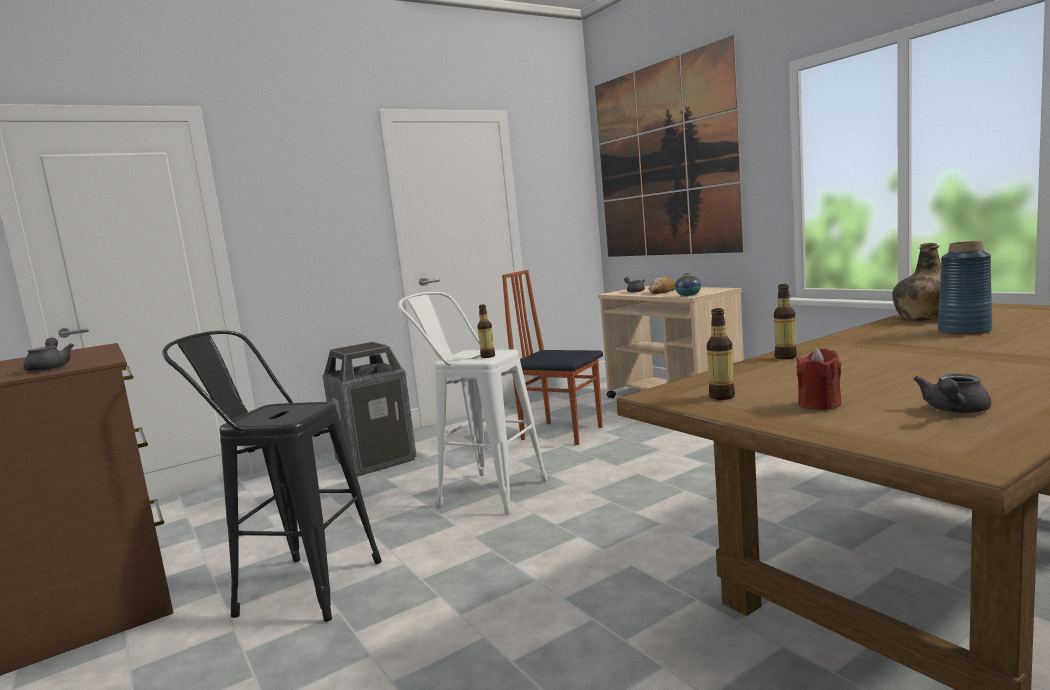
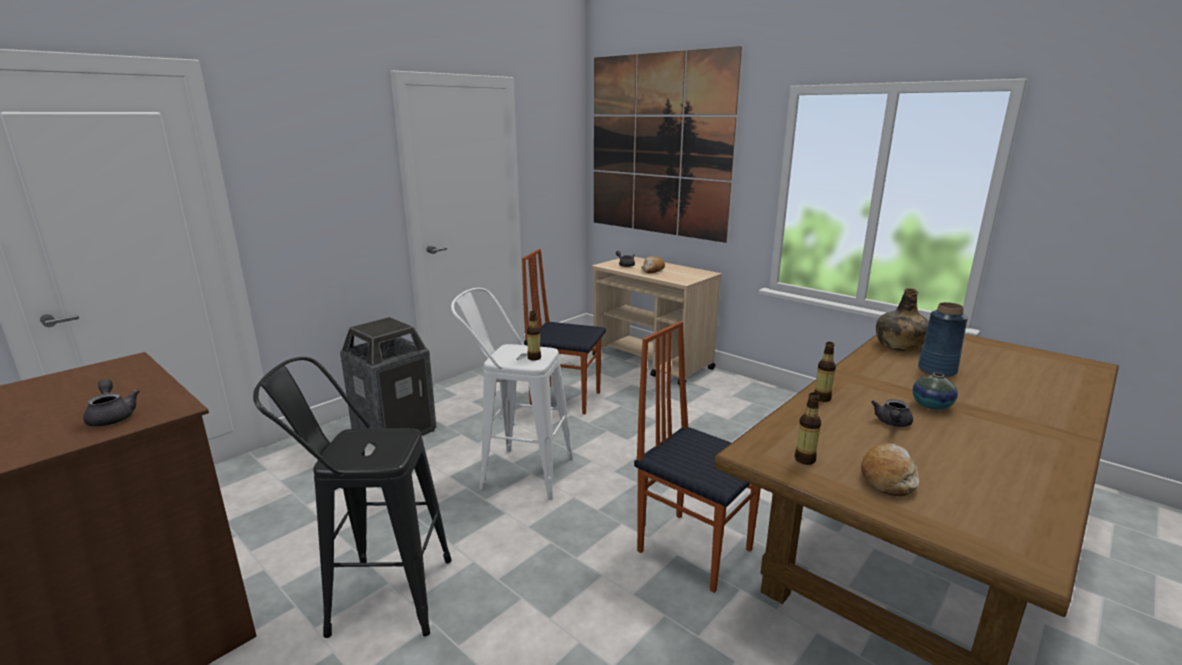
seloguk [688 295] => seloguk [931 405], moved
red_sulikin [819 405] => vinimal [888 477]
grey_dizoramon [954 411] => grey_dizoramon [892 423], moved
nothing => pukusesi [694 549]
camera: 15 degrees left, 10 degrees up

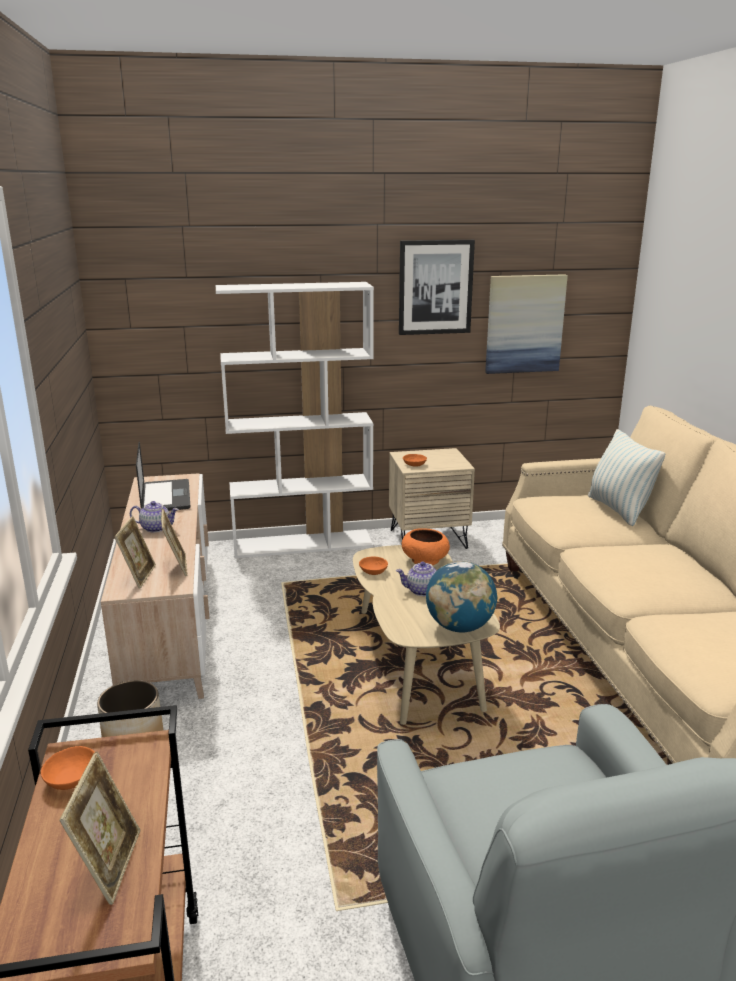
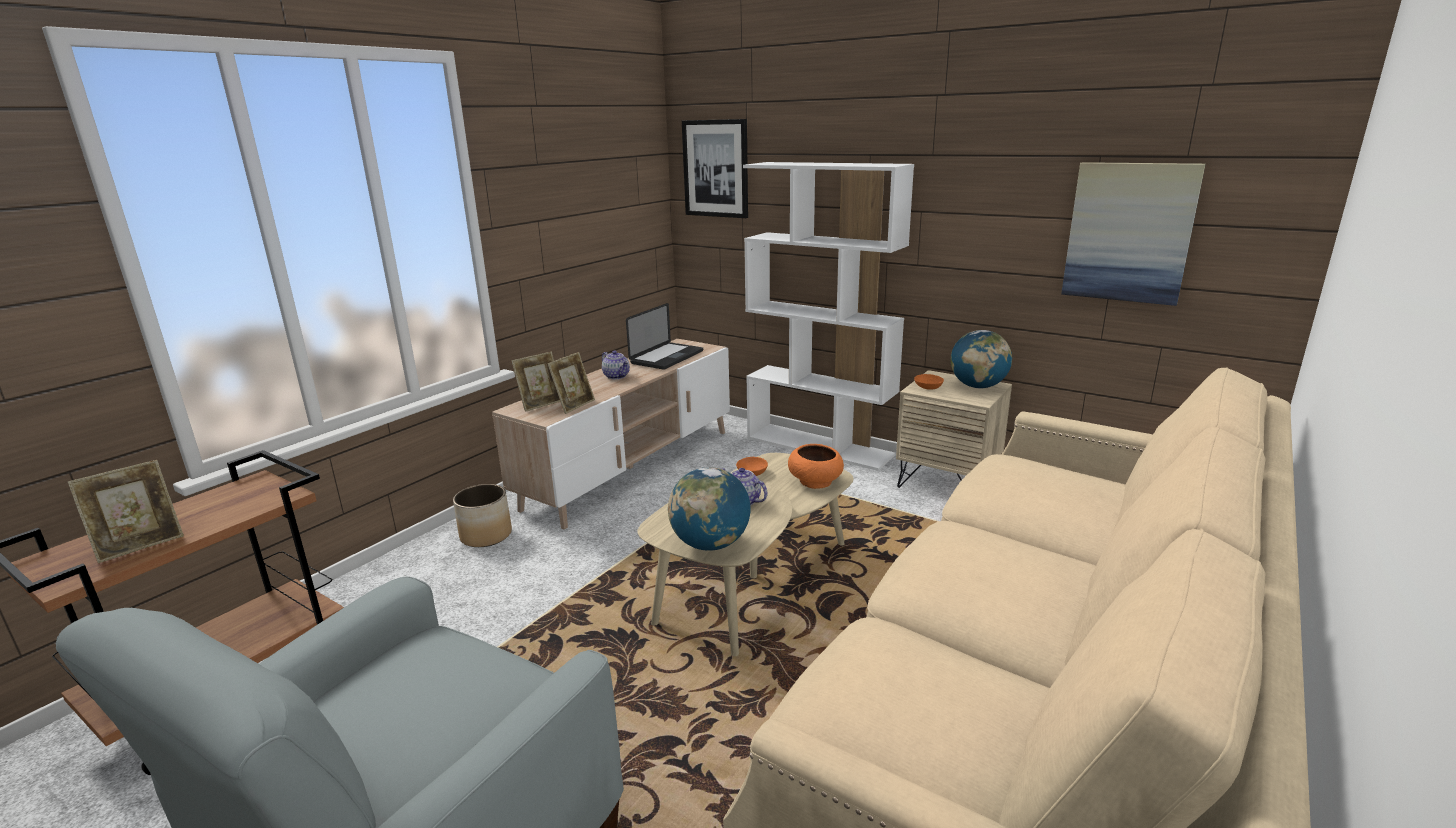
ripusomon [435 287] => ripusomon [716 168], moved
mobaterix [618 509] => nothing
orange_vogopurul [70 777] => nothing
nothing => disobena [978 386]
camera: 45 degrees right, 0 degrees up

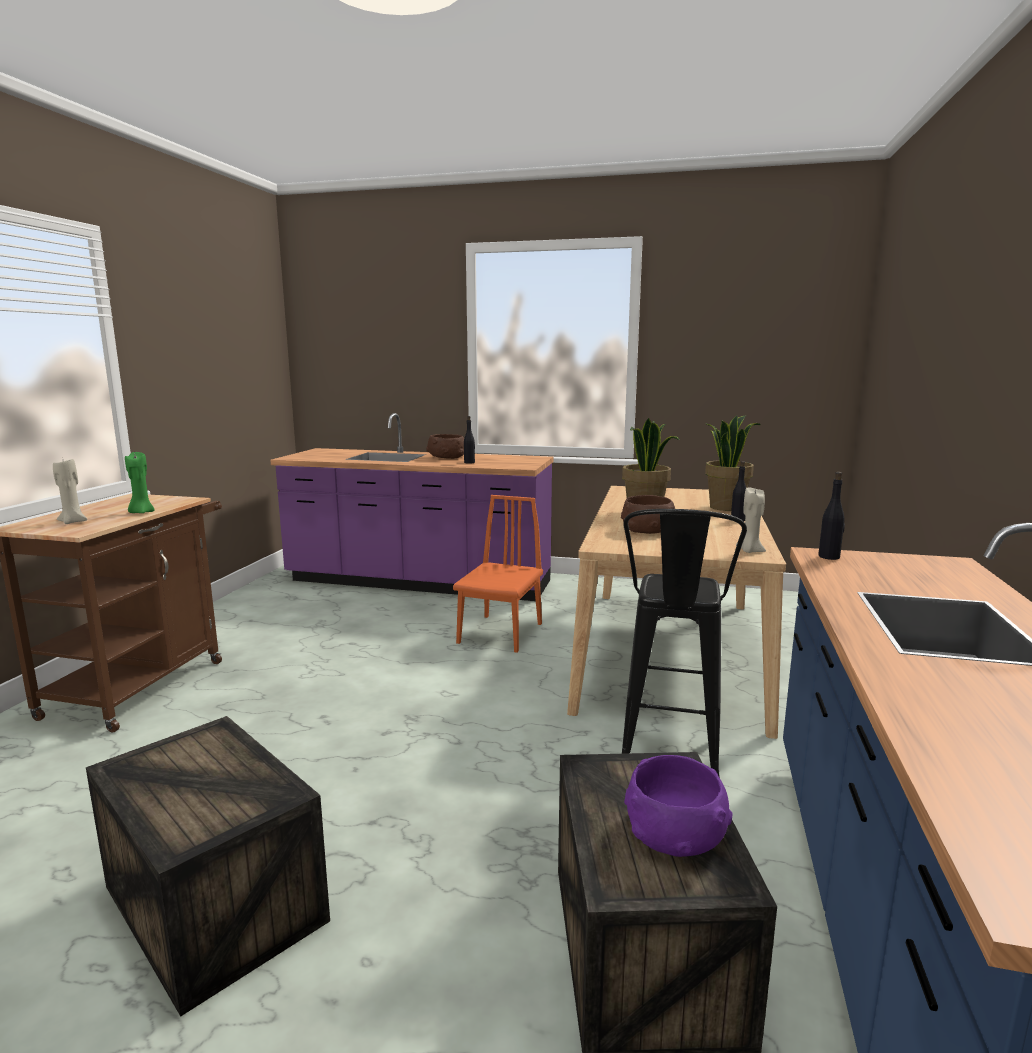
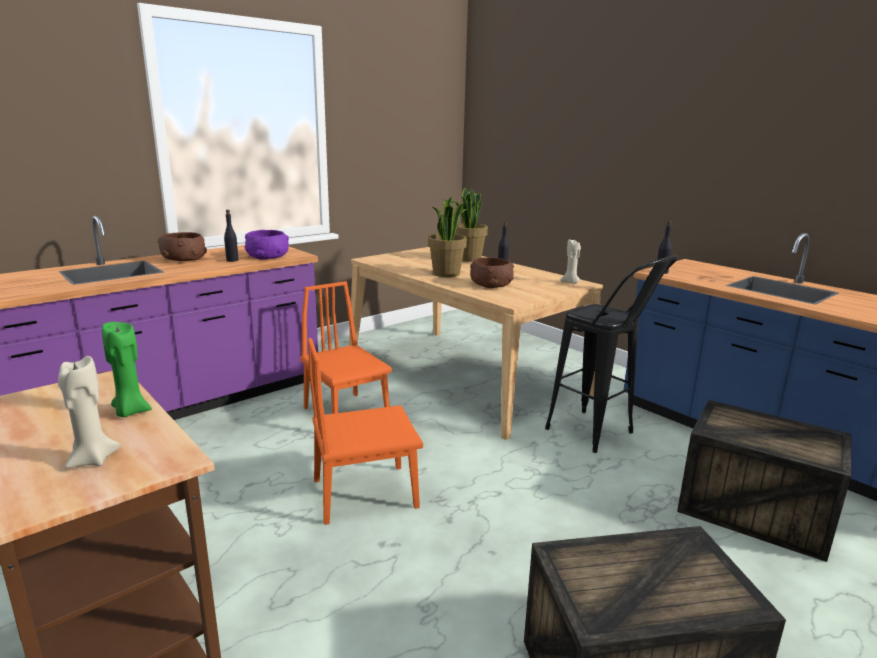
purple_vogopurul [676 832] => purple_vogopurul [268 256], moved
nothing => orange_pukusesi [365 493]
camera: 55 degrees left, 5 degrees up

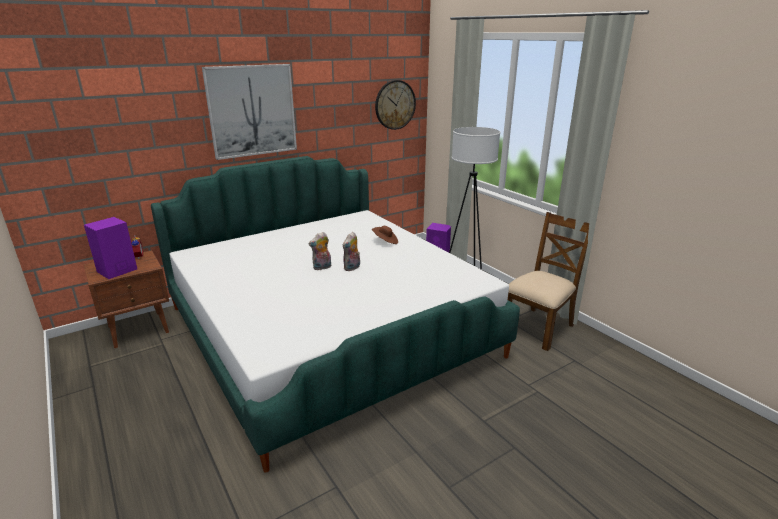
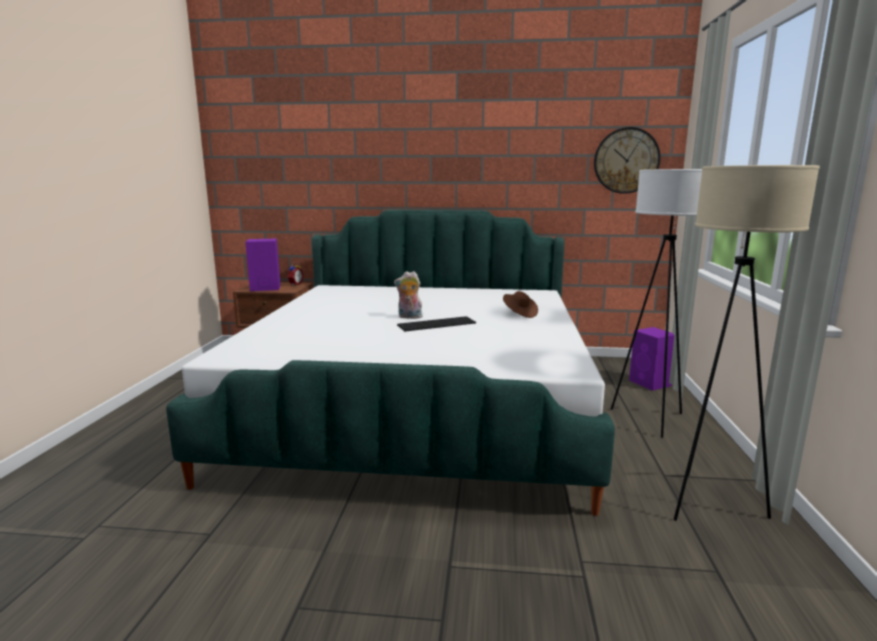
ripusomon [252 111] => nothing
brown_pukusesi [539 327] => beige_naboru [708 503]
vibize [352 268] => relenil [437 324]
camera: 40 degrees right, 10 degrees down

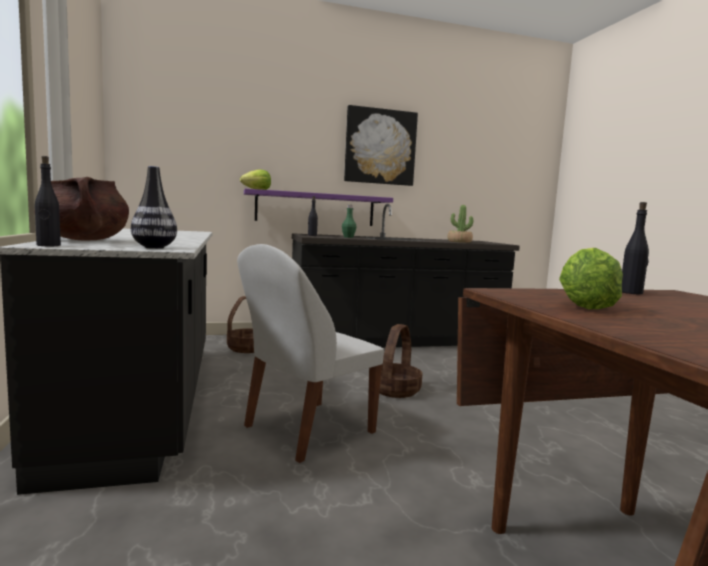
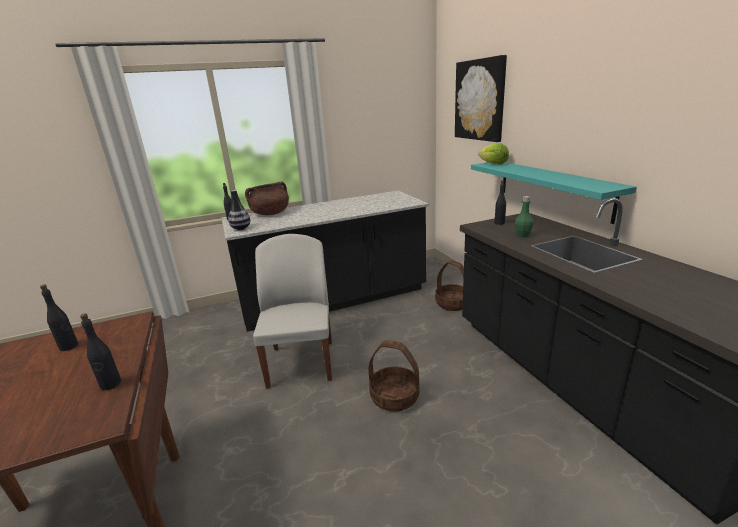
ripusomon [380 147] => ripusomon [480 100], moved
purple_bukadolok [315 208] => turquoise_bukadolok [552 188]
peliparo [459 241] => nothing
white_pukusesi [306 430] => white_pukusesi [302 362], 45 degrees clockwise
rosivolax [585 306] => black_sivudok [69 346]
camera: 85 degrees right, 15 degrees up

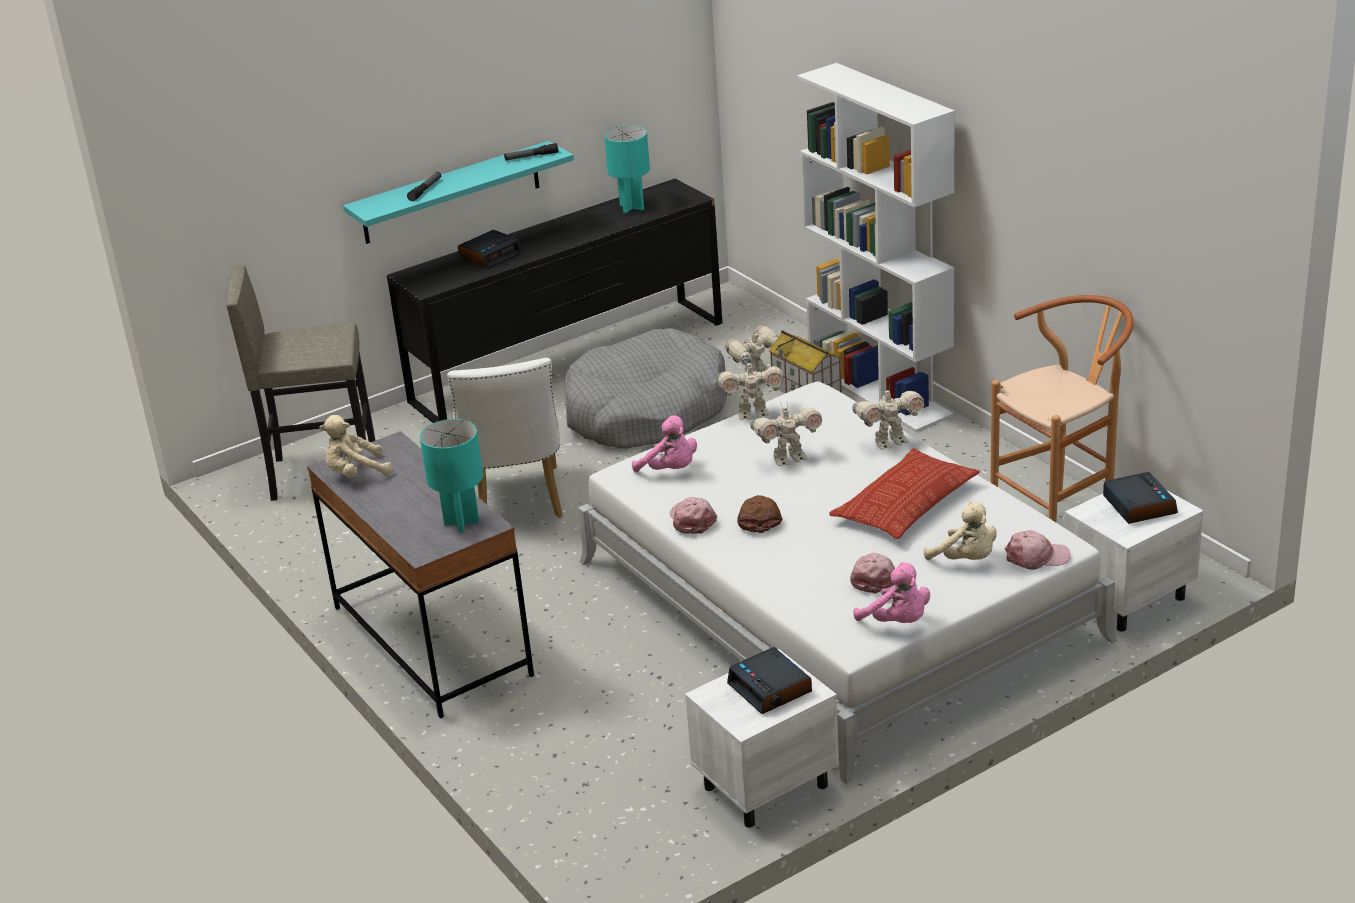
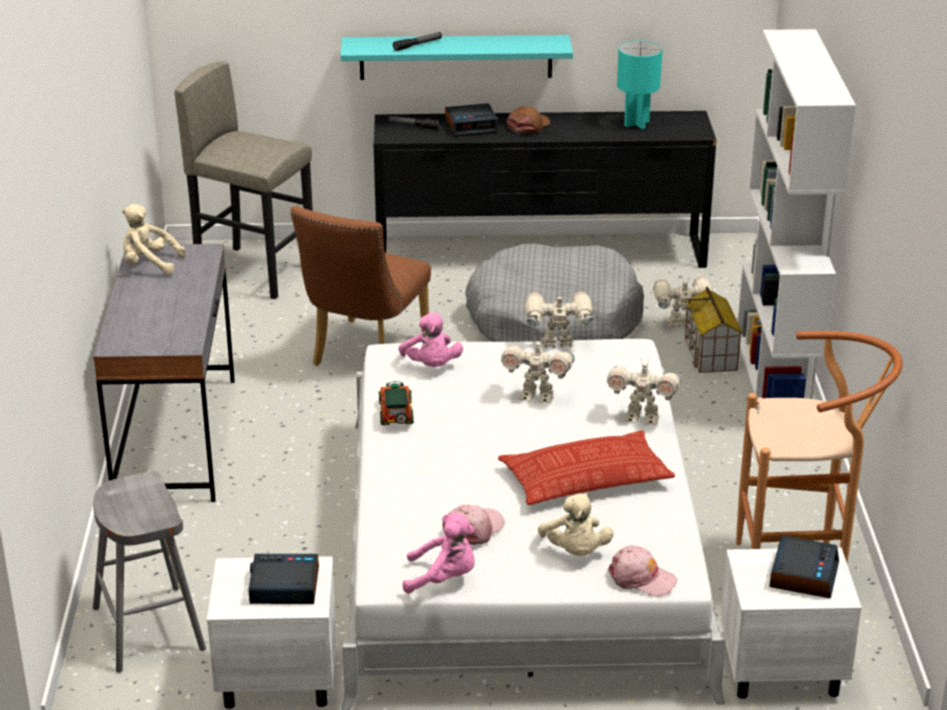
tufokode [531 156] => tufokode [413 126], moved
white_pukusesi [516 503] => brown_pukusesi [364 355]
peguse [752 413] => peguse [557 345], 150 degrees clockwise
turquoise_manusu [462 522] => nothing
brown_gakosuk [759 518] => brown_gakosuk [529 126], moved
pink_gakosuk [692 519] => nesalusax [396 415]
pink_vibize [897 622] => pink_vibize [443 578], 75 degrees counterclockwise
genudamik [771 688] => genudamik [283 587], 90 degrees clockwise
nothing => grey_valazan [149 629]
camera: 30 degrees right, 0 degrees up

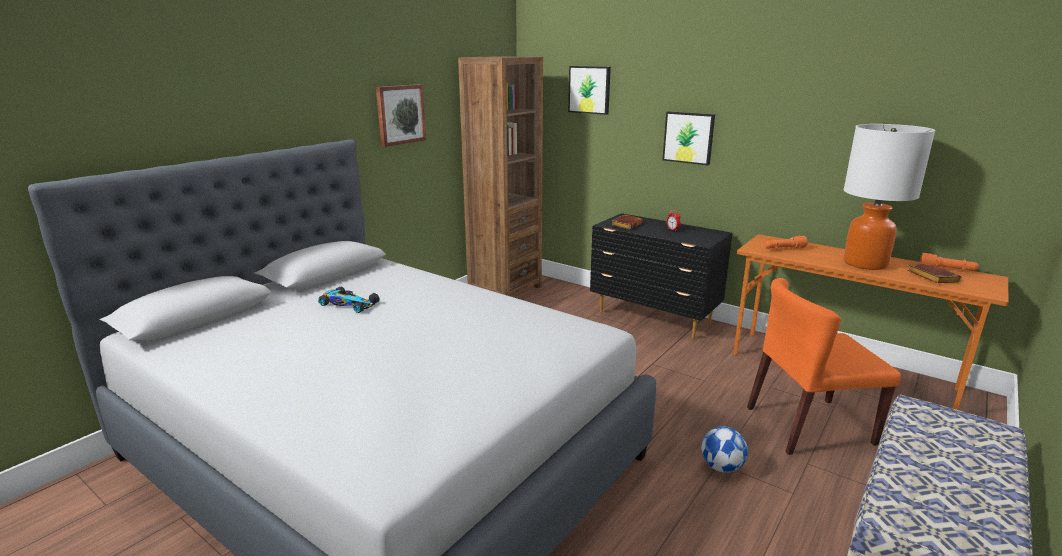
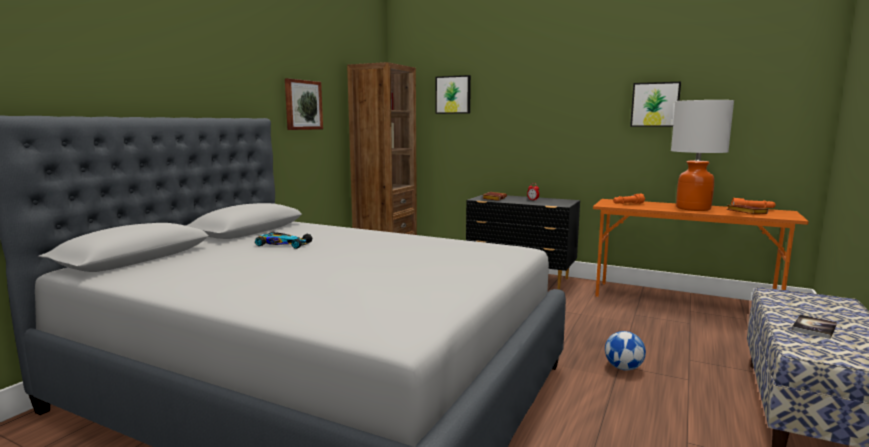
ripusomon [688 137] => ripusomon [655 104], moved
orange_pukusesi [808 426] => nothing
nothing => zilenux [814 327]
camera: 10 degrees left, 10 degrees down

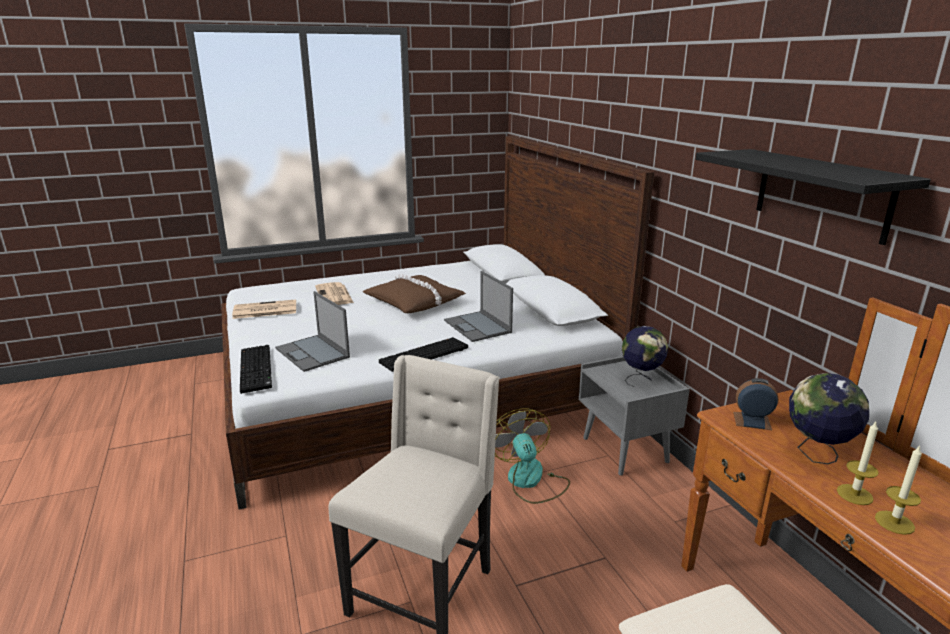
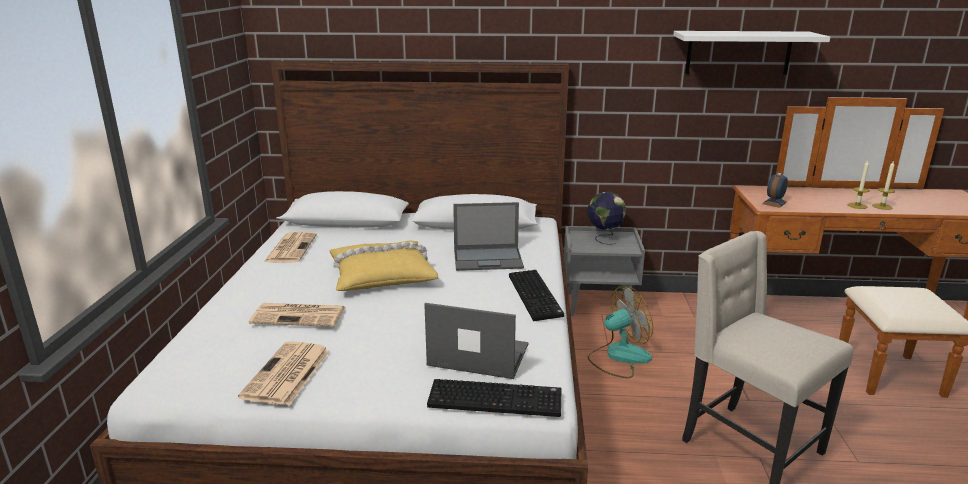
black_bukadolok [821 194] => white_bukadolok [738 52]
brown_mobaterix [415 302] => yellow_mobaterix [382 275]
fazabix [313 353] => fazabix [477 355], 150 degrees counterclockwise
disobena [816 454] => nothing
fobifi [530 481] => fobifi [619 357], 150 degrees clockwise
nothing => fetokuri [291 248]
camera: 65 degrees left, 0 degrees up

